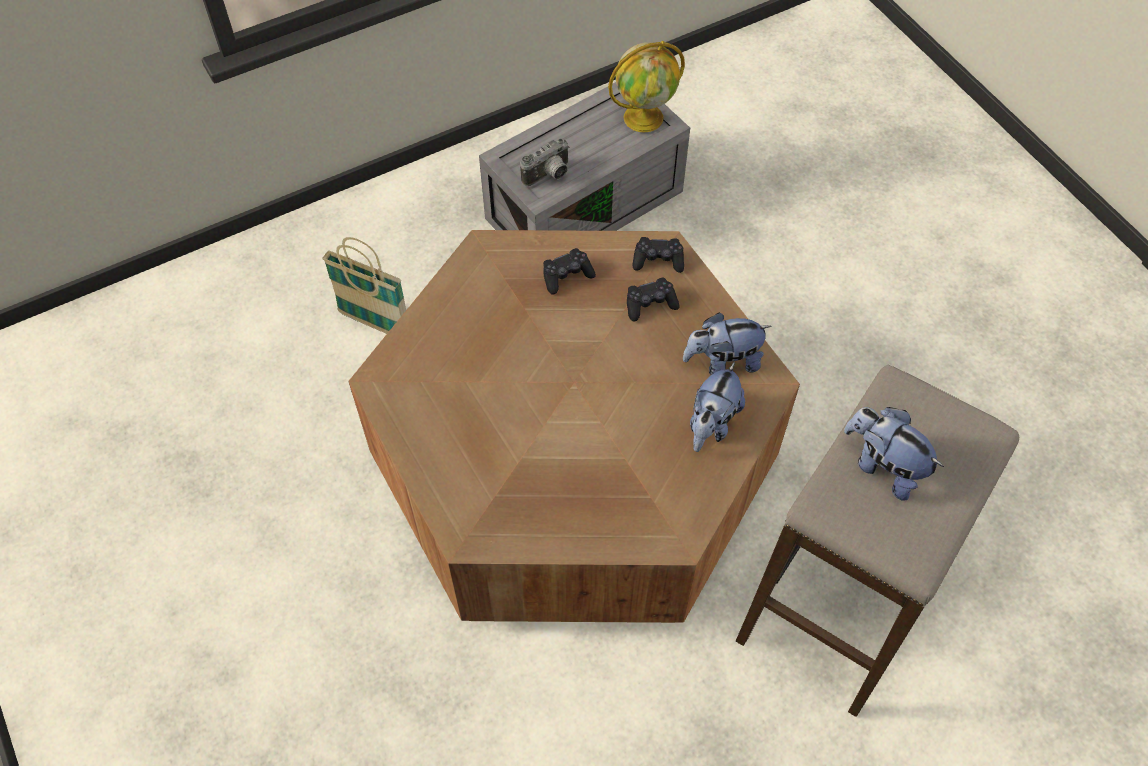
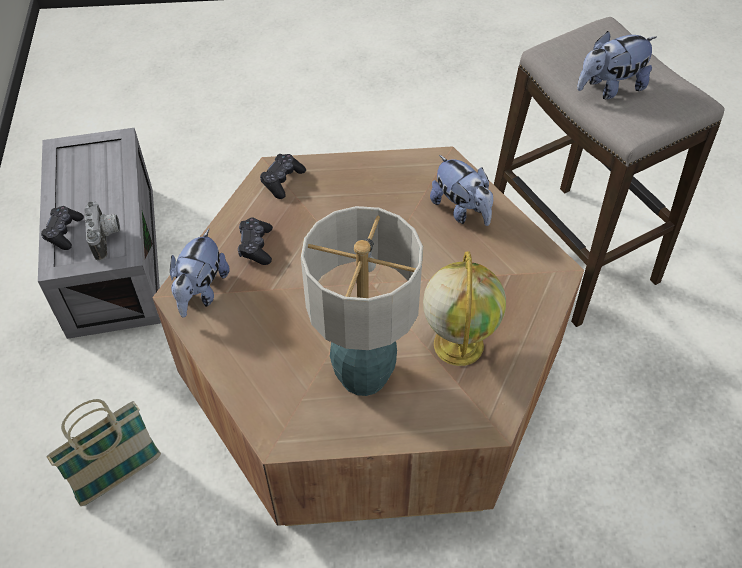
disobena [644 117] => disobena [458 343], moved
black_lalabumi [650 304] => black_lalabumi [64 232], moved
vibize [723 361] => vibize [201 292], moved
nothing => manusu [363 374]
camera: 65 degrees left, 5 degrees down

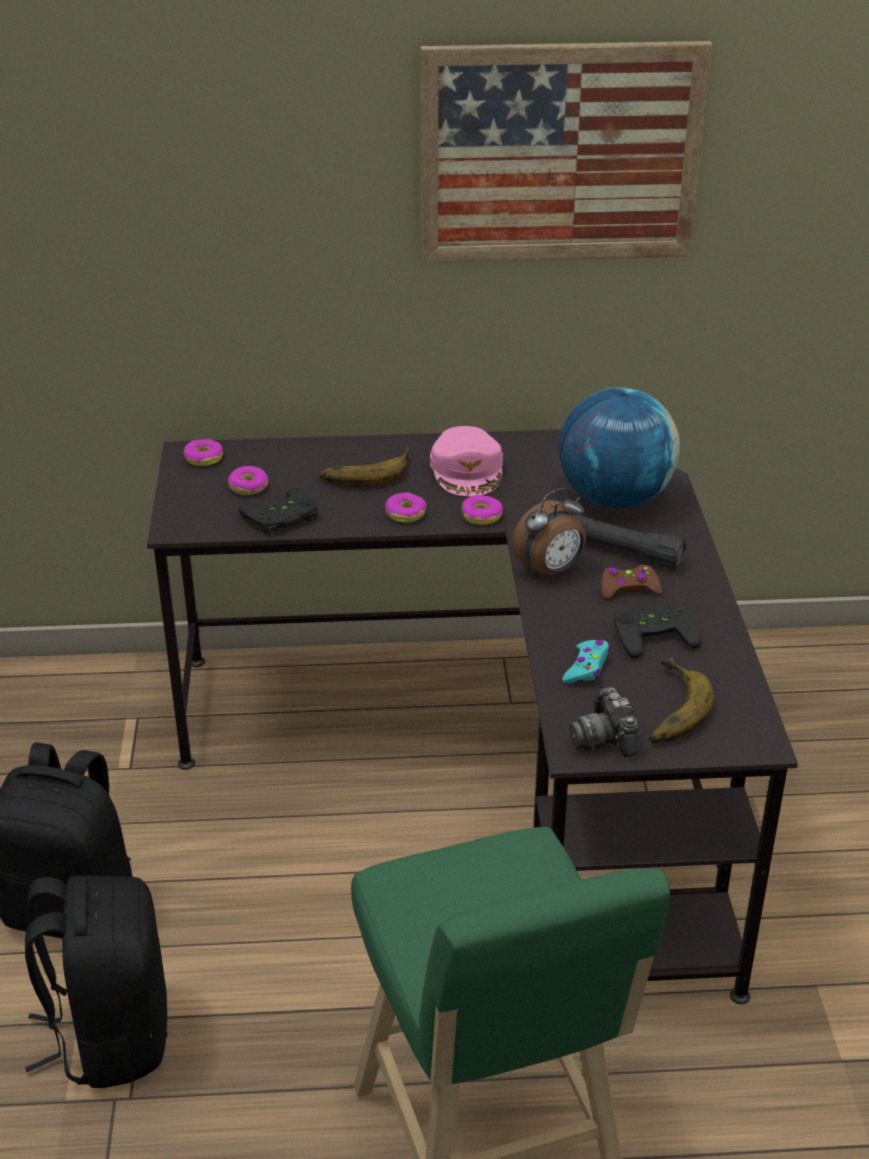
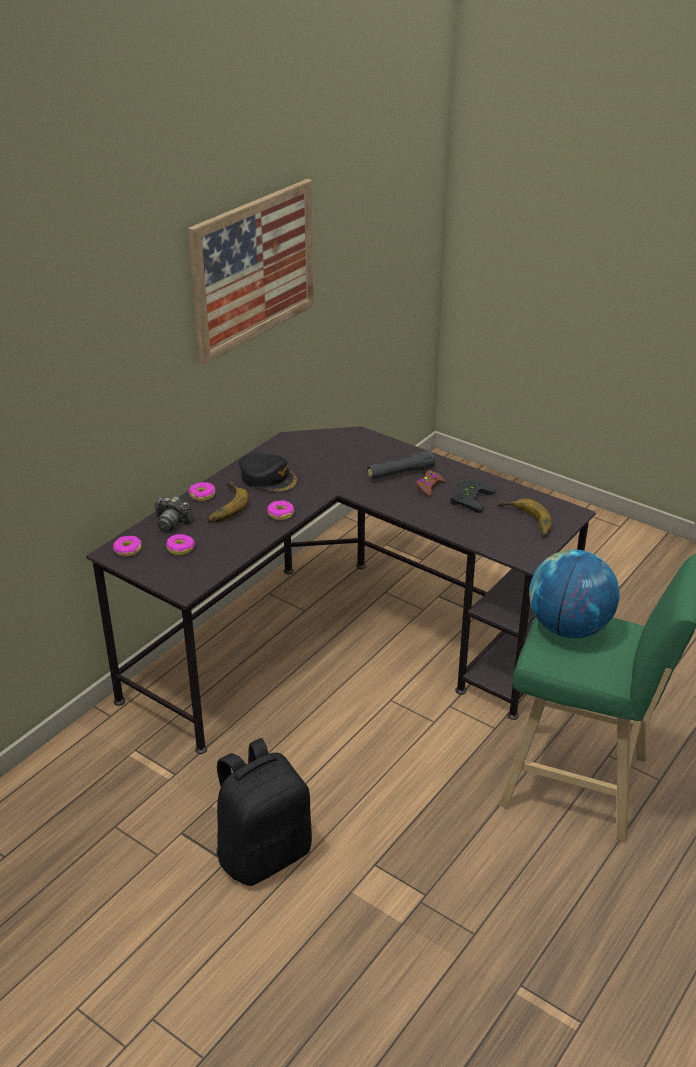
disobena [614 499] => disobena [569 628], moved
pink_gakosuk [467 470] => black_gakosuk [269 478]
black_lalabumi [282 518] => nothing
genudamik [550 571] => nothing
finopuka [482 516] => finopuka [202 495], moved
turquoise_lalabumi [586 668] => nothing
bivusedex [605 738] => bivusedex [172 522], moved
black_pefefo [110 1035] => nothing
camera: 50 degrees left, 0 degrees up

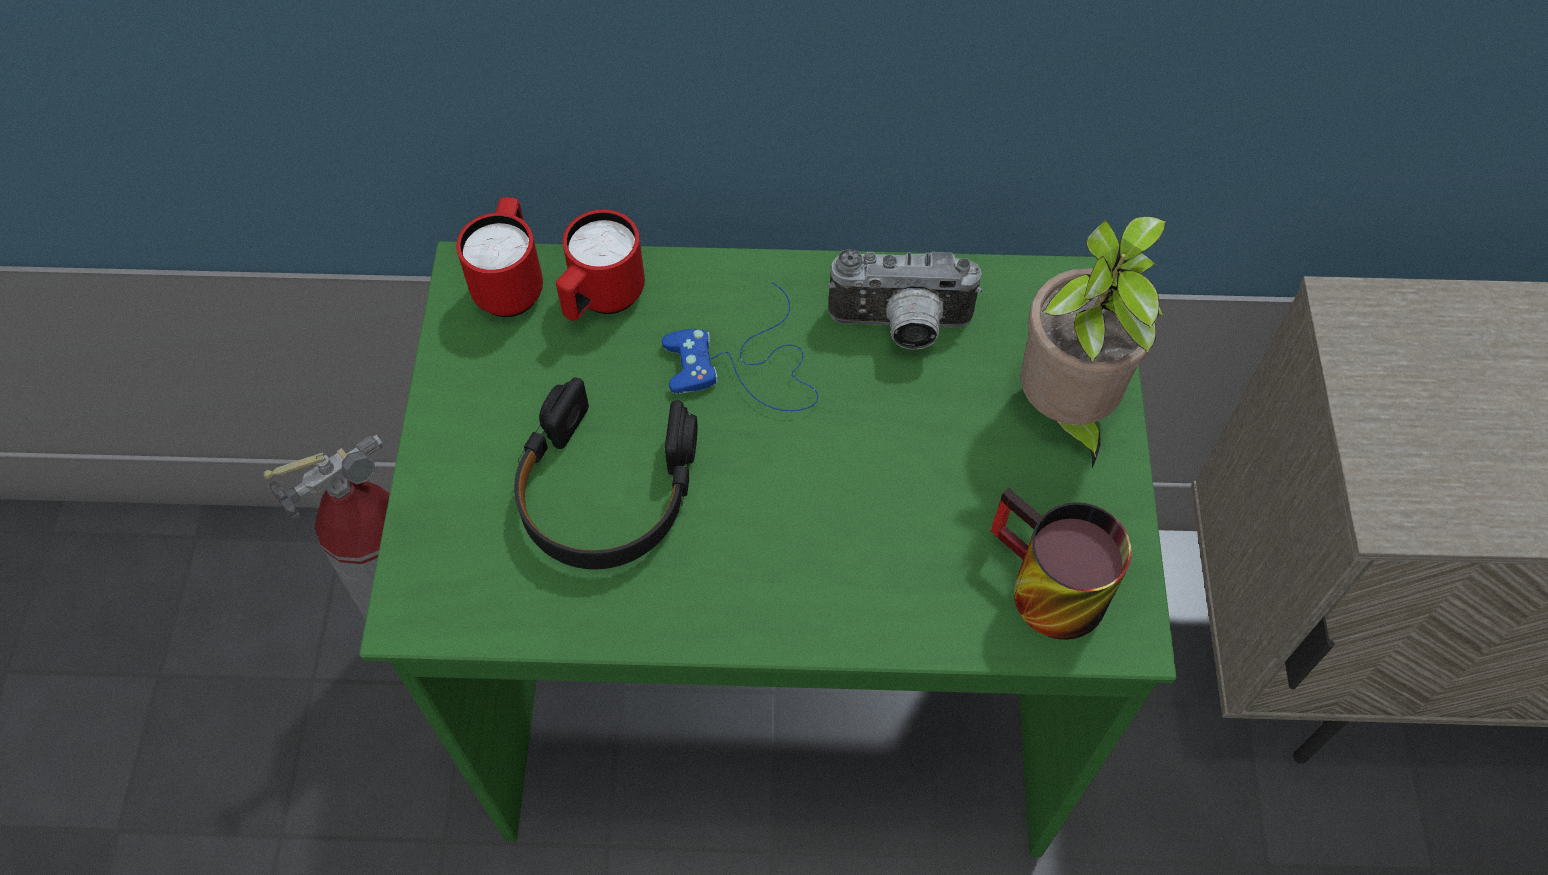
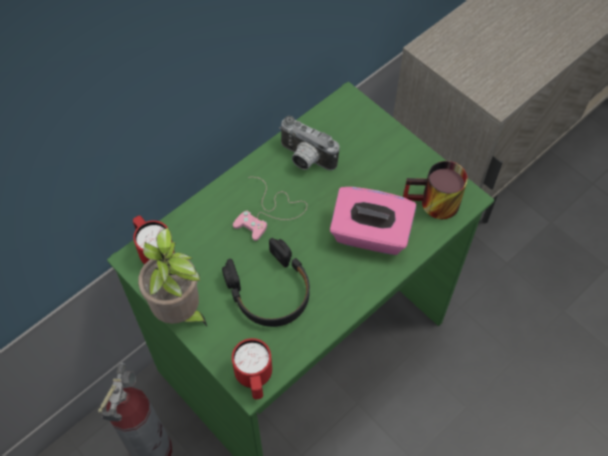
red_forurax [602 300] => red_forurax [254 379], moved
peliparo [1065 412] => peliparo [180 313], moved
bivusedex [900 328] => bivusedex [305 159], 75 degrees clockwise
blue_lalabumi [748 366] => pink_lalabumi [270 212]
nothing => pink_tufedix [370 235]
camera: 45 degrees left, 0 degrees up

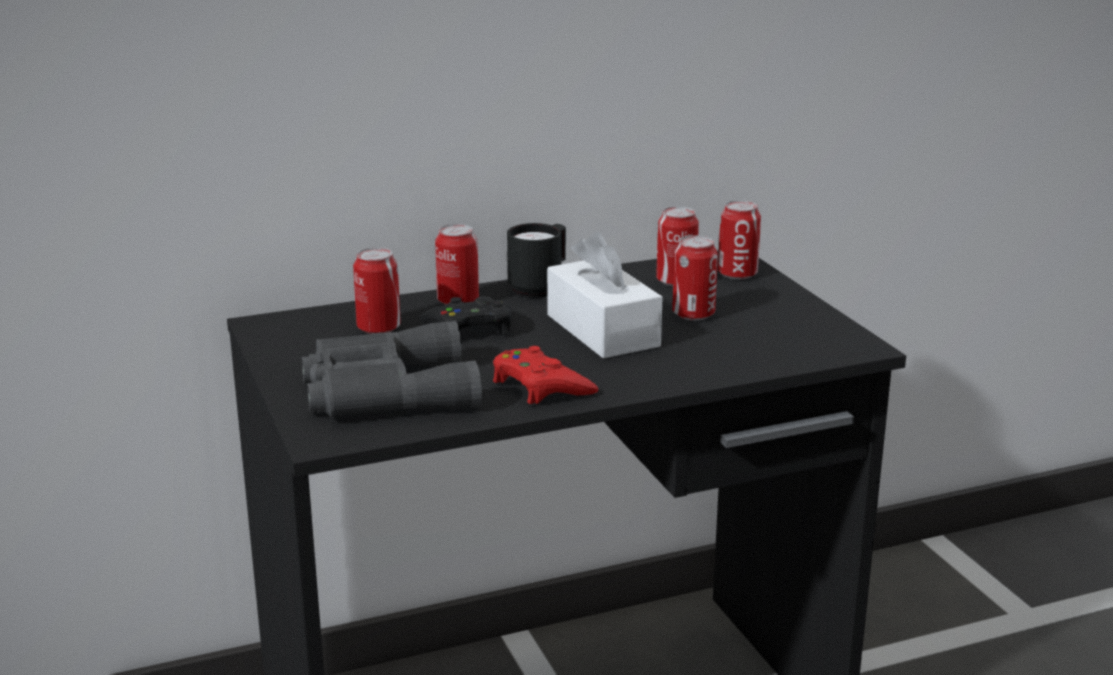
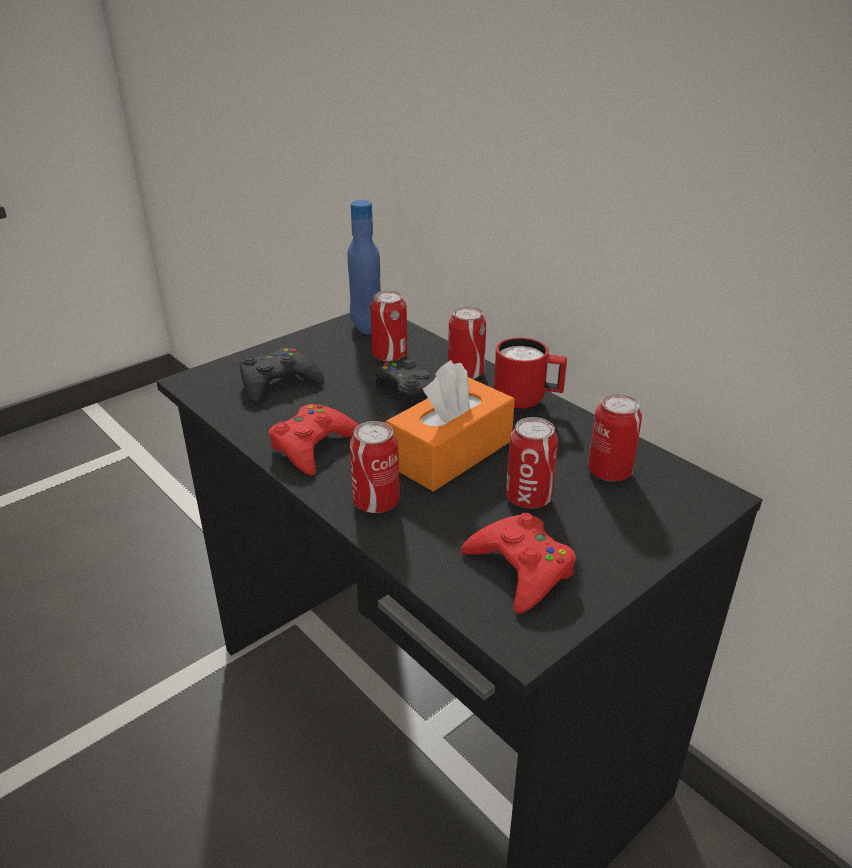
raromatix [737 274] => raromatix [376 502], moved
black_forurax [540 287] => red_forurax [527 402]
white_tufedix [602 331] => orange_tufedix [450 453]
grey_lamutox [384 390] => black_lalabumi [278 383]
nothing => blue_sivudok [366 326]
nothing => red_lalabumi [521 569]
camera: 70 degrees right, 10 degrees up

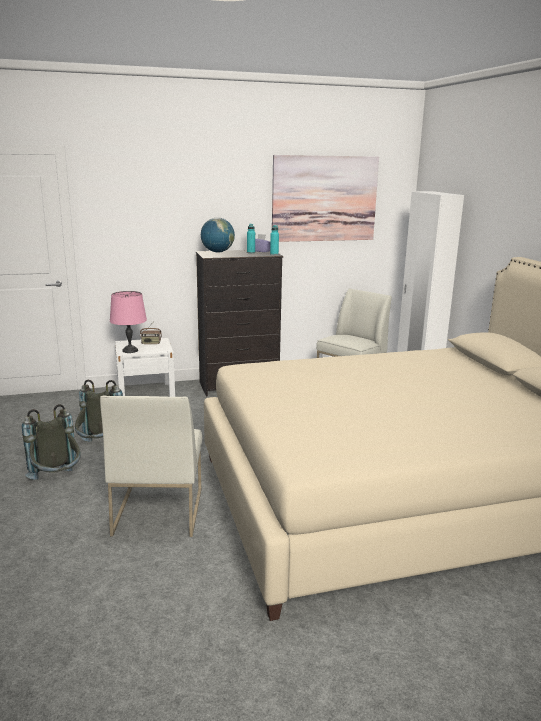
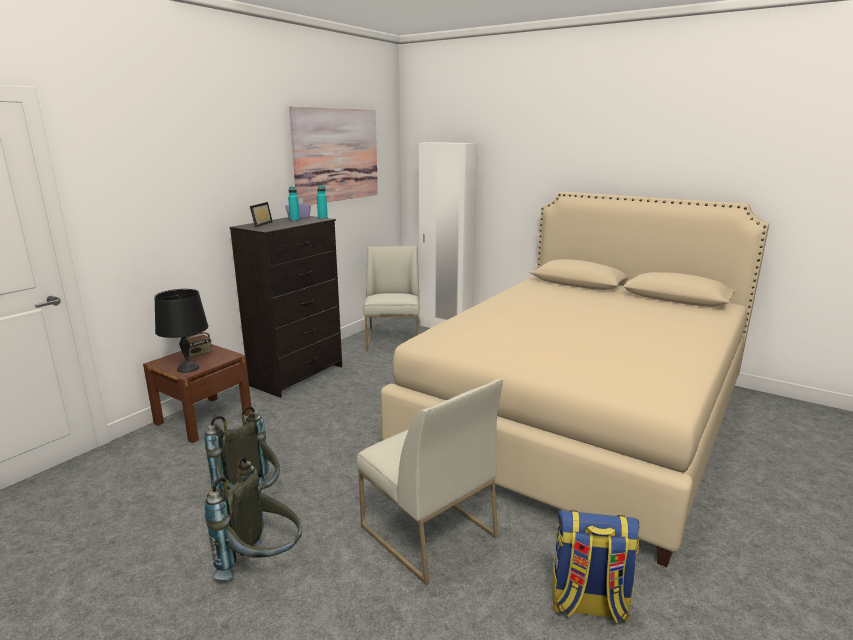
disobena [217 252] => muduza [259 224]
pink_manusu [130 350] => black_manusu [188 368]
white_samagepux [146 393] => brown_samagepux [203 418]
nothing => pefefo [588 604]
camera: 40 degrees left, 0 degrees up

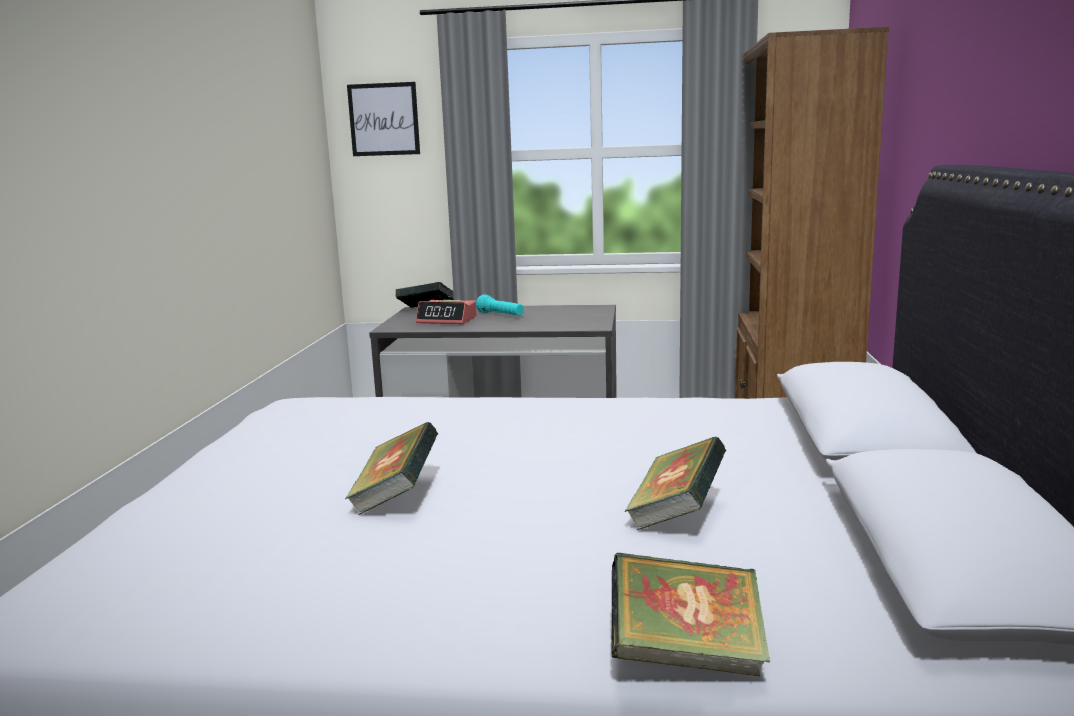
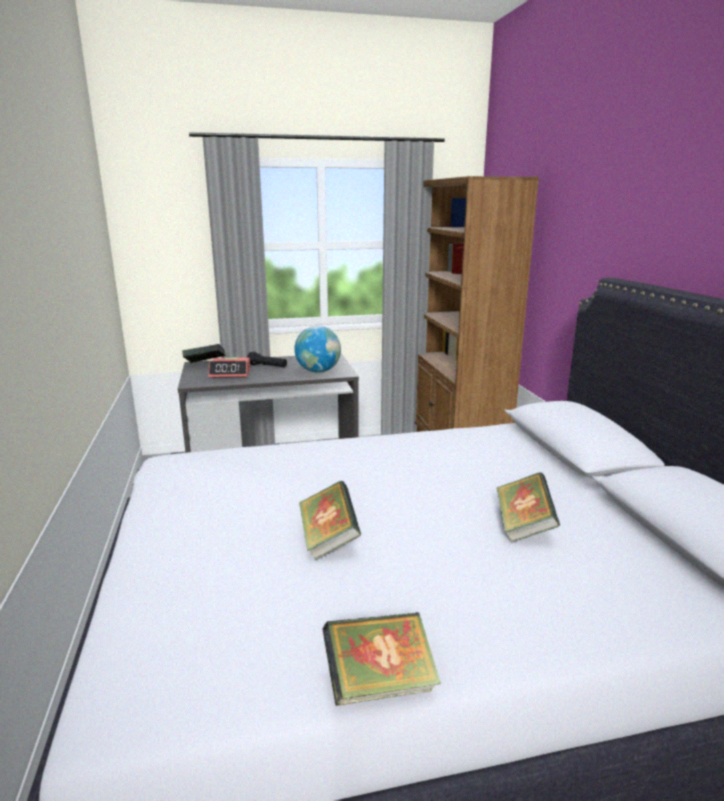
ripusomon [384 119] => nothing
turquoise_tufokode [501 315] => black_tufokode [267 367]
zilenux [686 656] => zilenux [380 684], moved
nothing => disobena [318 371]
camera: 20 degrees left, 5 degrees up

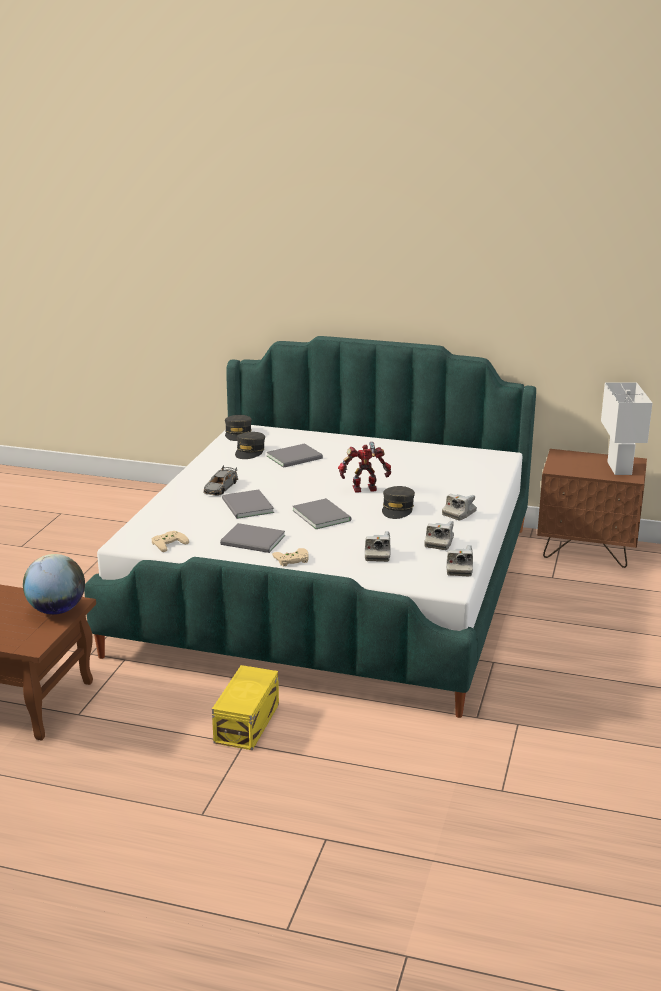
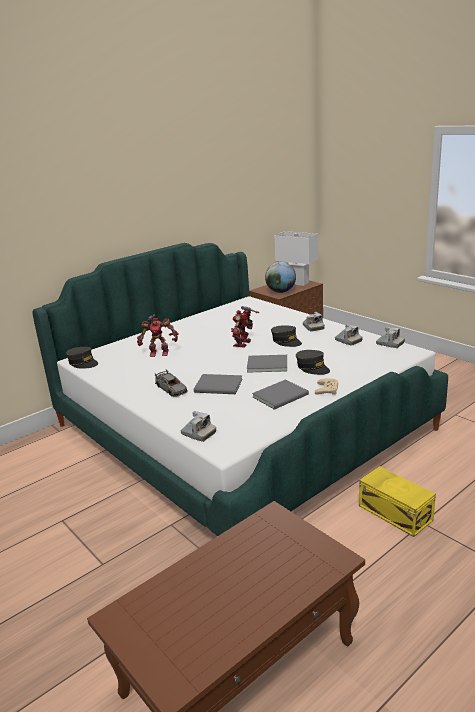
grey_gakosuk [250 452] => grey_gakosuk [312 368], moved
grey_zilenux [296 457] => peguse [159 353]
beige_lalabumi [168 543] => nothing
bivusedex [377 554] => bivusedex [198 433], moved
disobena [56 610] => disobena [281 292], moved
camera: 55 degrees left, 0 degrees up

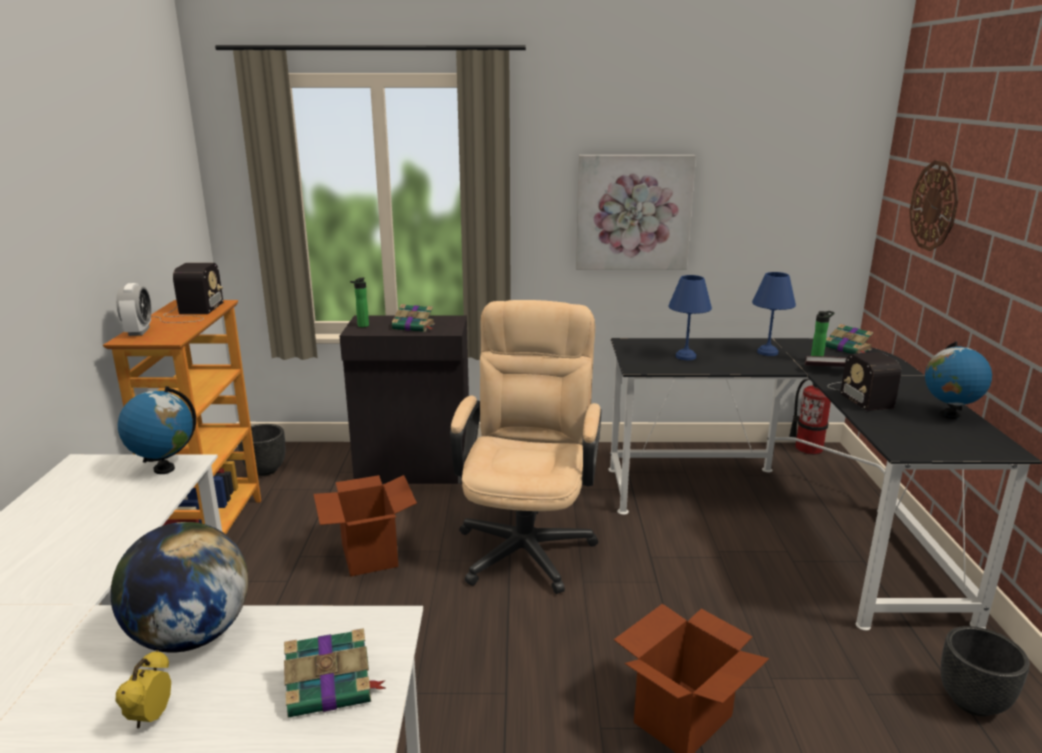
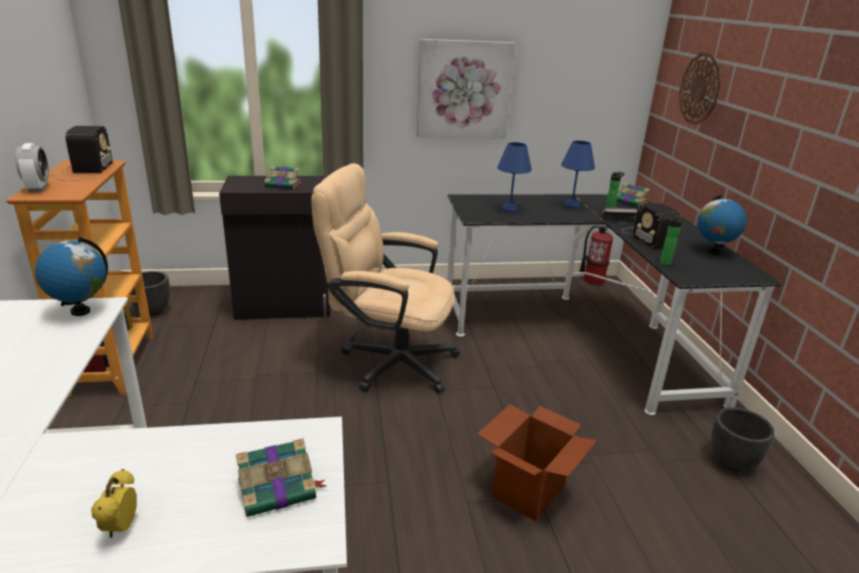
sivudok [361 326] => sivudok [665 264], moved
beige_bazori [527 541] => beige_bazori [388 361], 75 degrees counterclockwise
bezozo [369 555] => nothing
disobena [191 636] => nothing
camera: 10 degrees left, 5 degrees up

